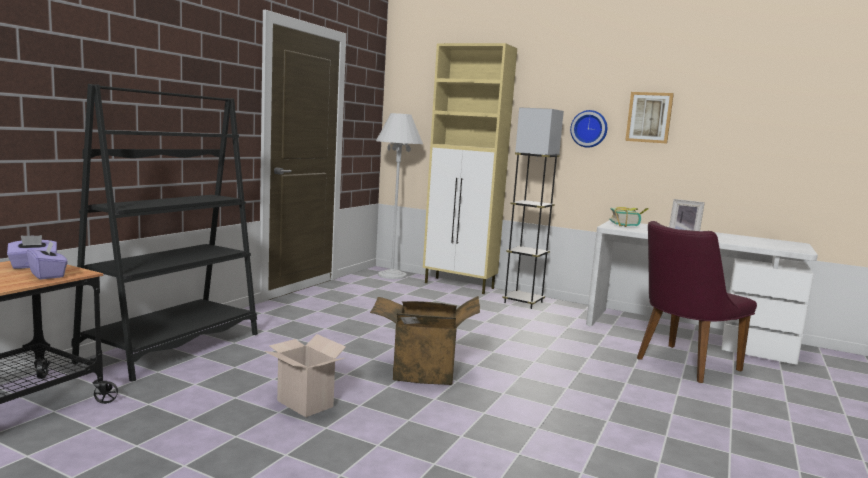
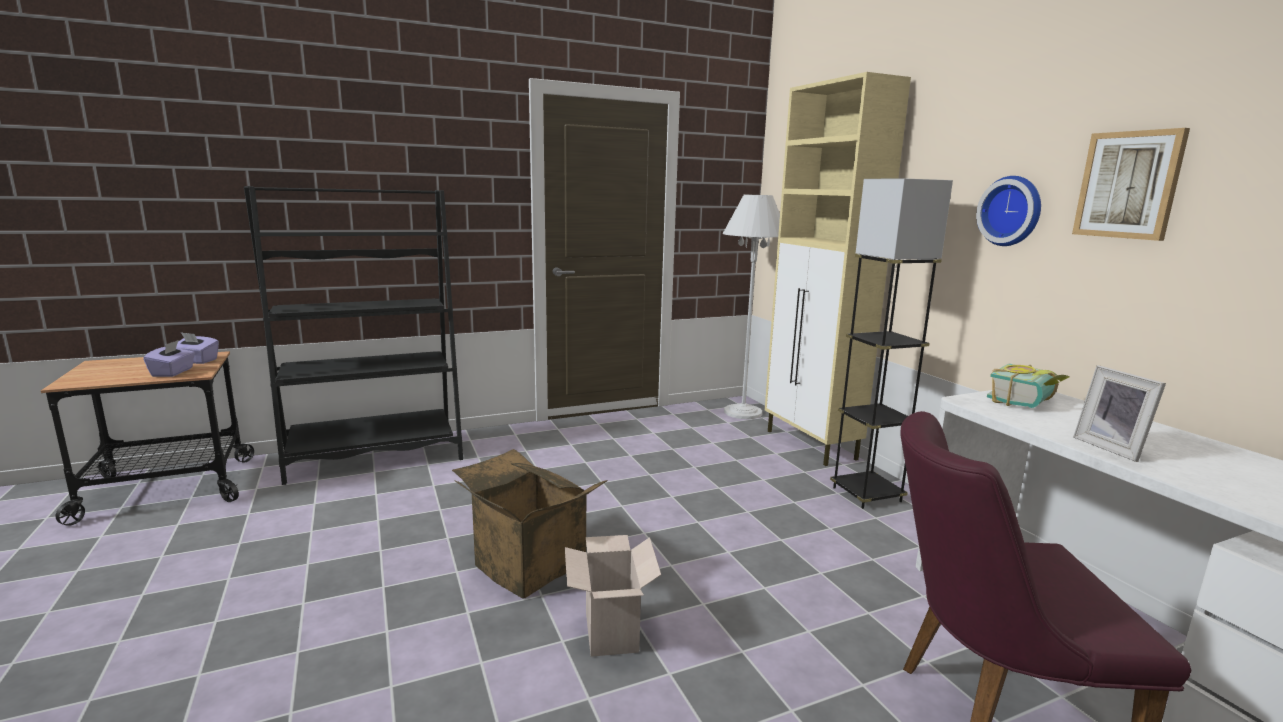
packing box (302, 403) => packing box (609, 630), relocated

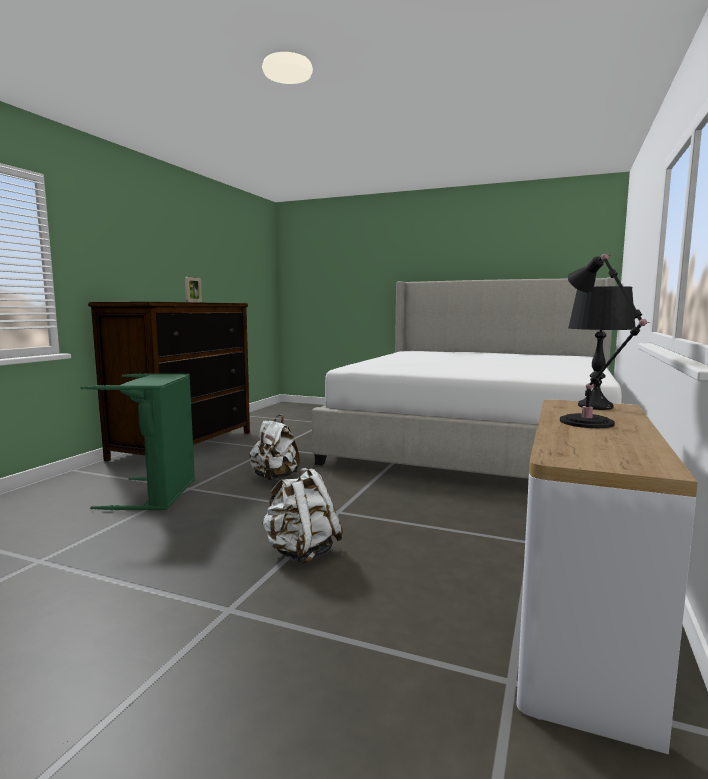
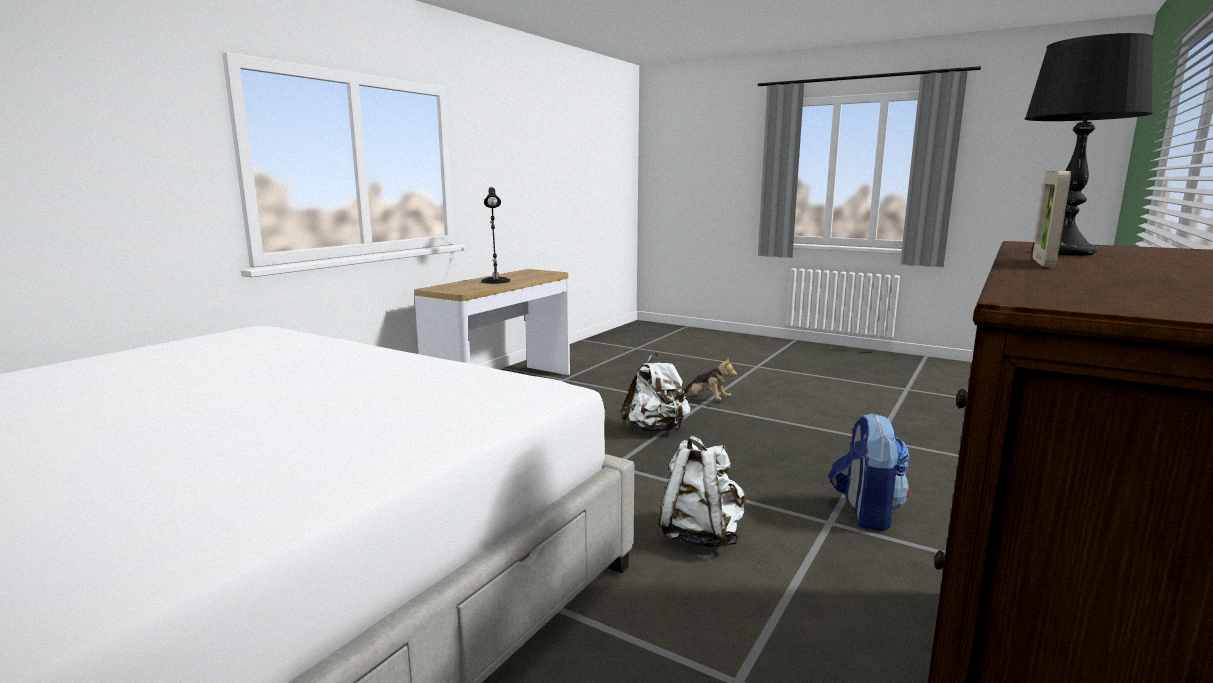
nothing => soft toy (707, 400)
green-coloured laundry basket (158, 494) => rucksack (865, 513)
black-coloured tabletop lamp (595, 407) => black-coloured tabletop lamp (1062, 252), relocated

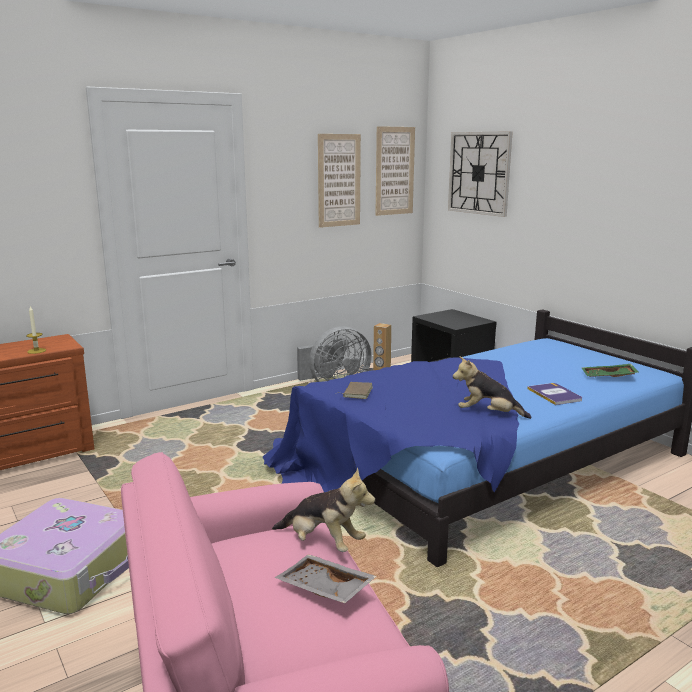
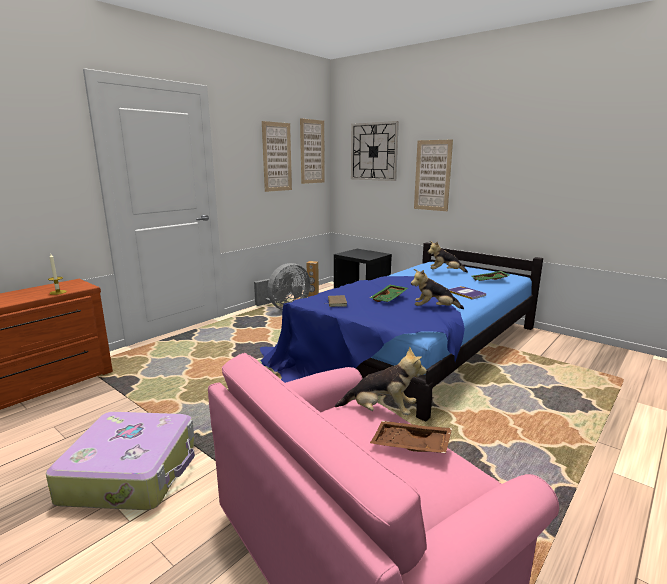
nothing => green-coloured serving tray (389, 298)
gray serving tray (324, 590) => brown serving tray (410, 446)
nothing => picture (432, 175)
nothing => soft toy (445, 272)

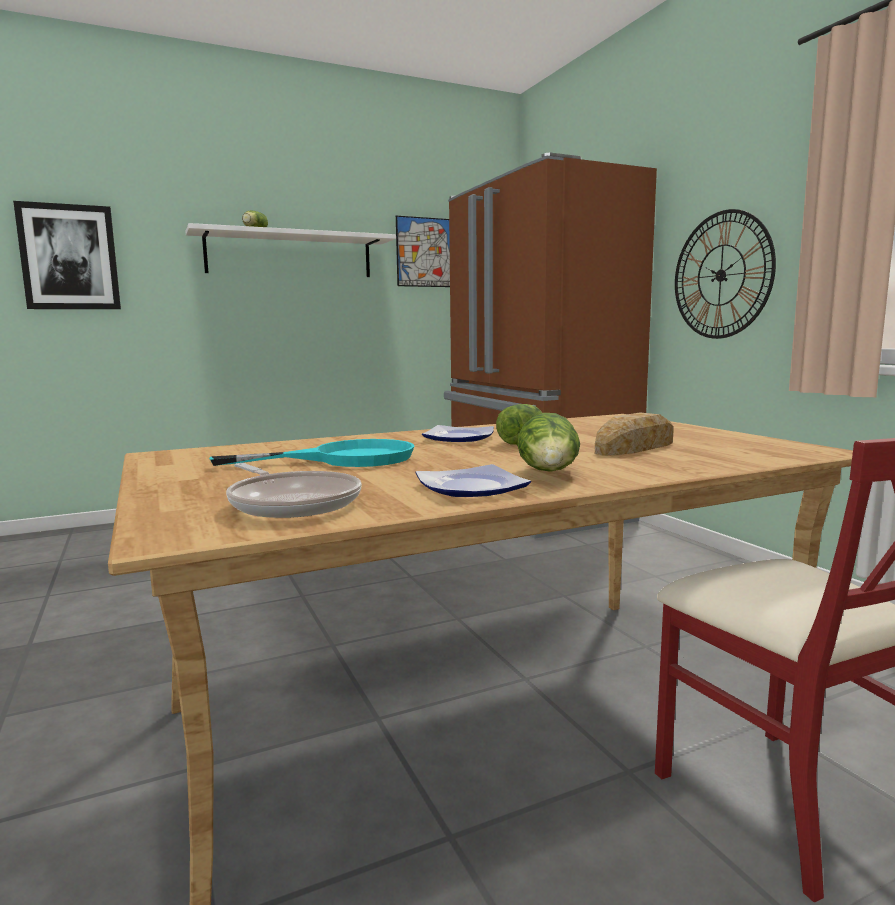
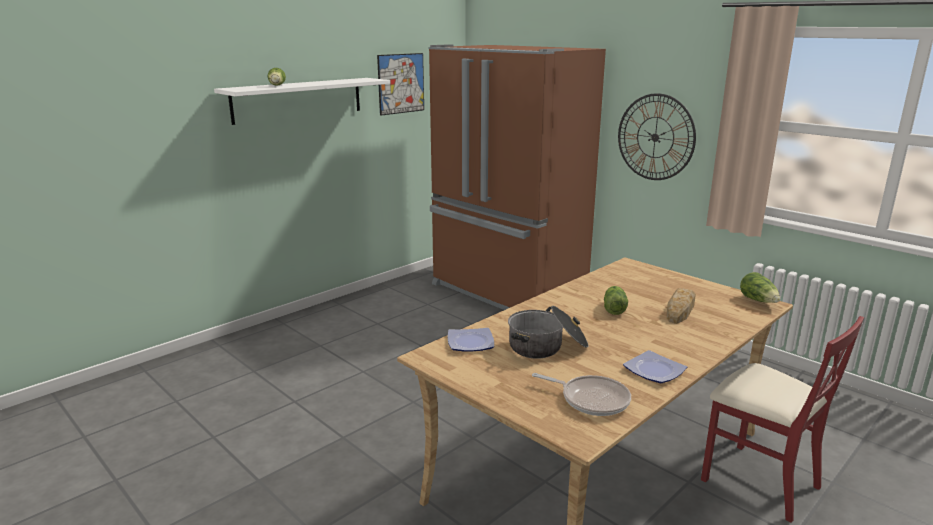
plate (460, 438) => plate (471, 342), relocated
turquoise pan (344, 459) => cooking pot (547, 346)
lettuce head (549, 474) => lettuce head (759, 301), relocated
picture (69, 257) => nothing

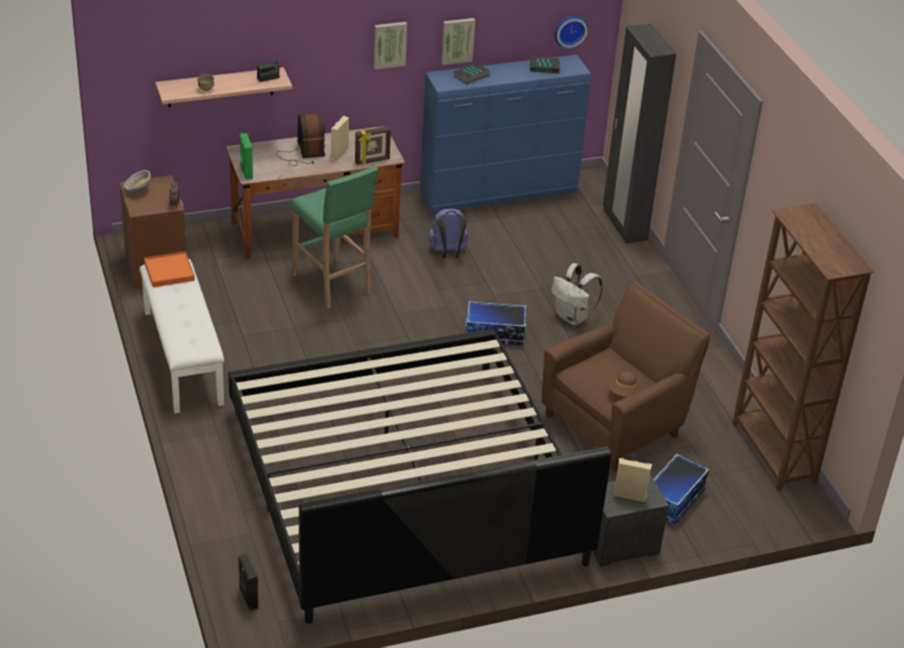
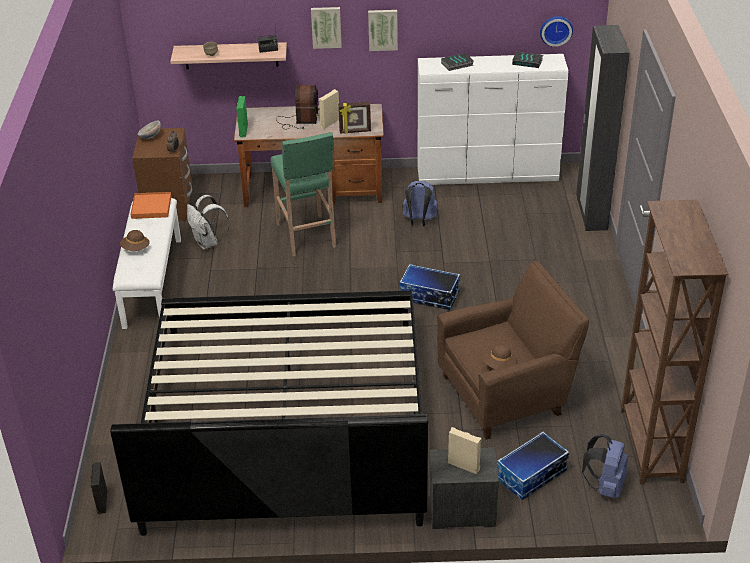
nothing => brown clothing hat (135, 248)
white-coloured rucksack (573, 317) => white-coloured rucksack (208, 243), relocated
picture (457, 40) => picture (326, 27), relocated
bluish dresser (500, 194) => white-coloured dresser (488, 176)
nothing => bluish rucksack (605, 486)

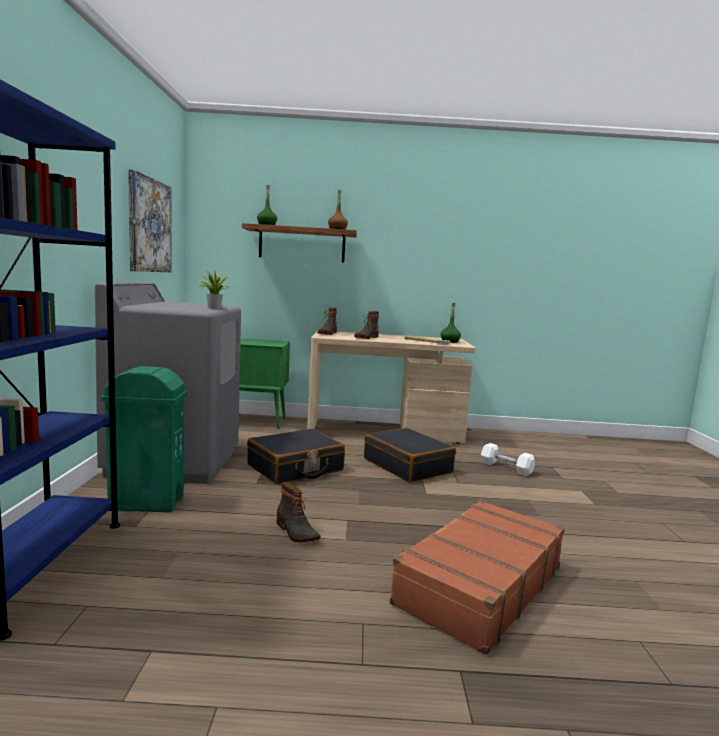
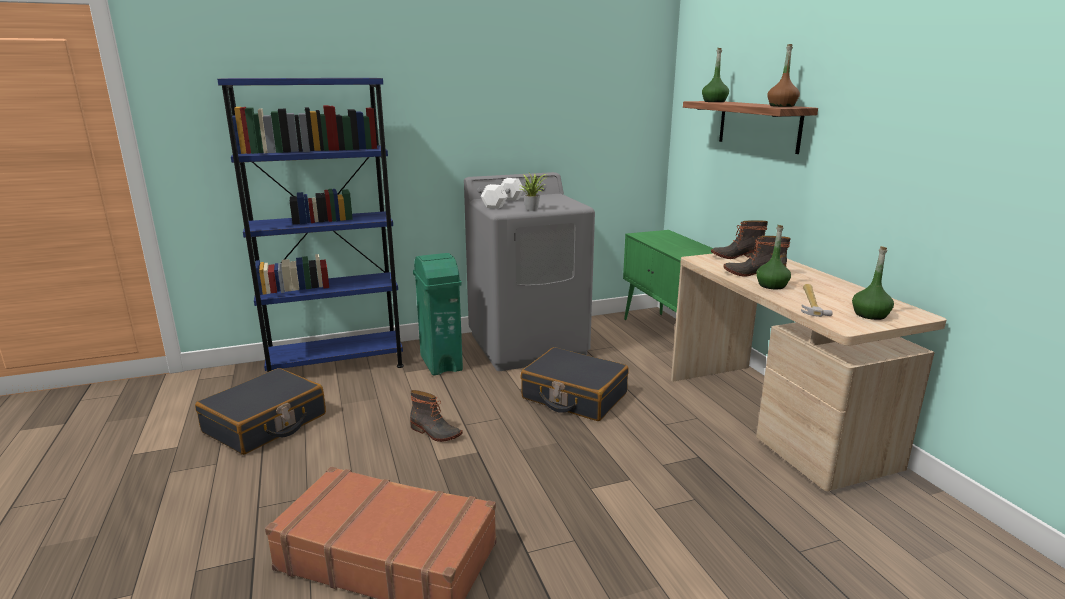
black-coloured suitcase (408, 466) => black-coloured suitcase (265, 424), relocated
high-top boot (295, 532) => high-top boot (435, 433), 90 degrees counterclockwise
white-coloured hand weight (506, 468) => white-coloured hand weight (503, 203), relocated
nothing => green-coloured bottle (772, 285)
picture (149, 225) => nothing

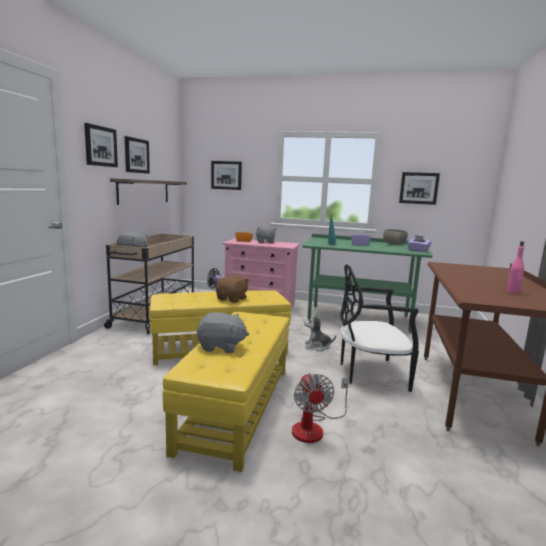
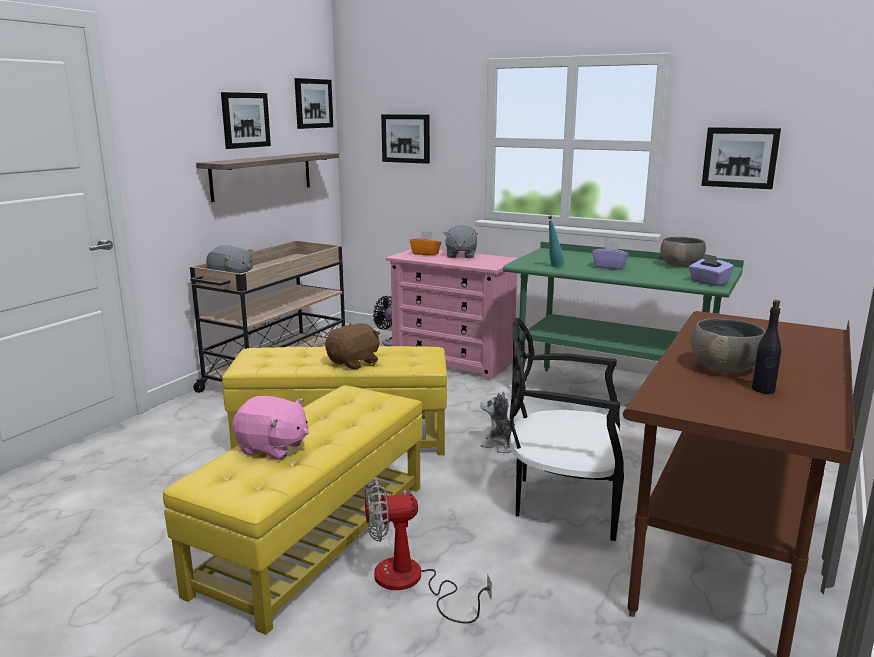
gray soft toy (221, 347) => pink-coloured soft toy (272, 448)
picture (100, 146) => picture (313, 103), relocated
fan (314, 427) => fan (411, 583), 75 degrees clockwise
nothing => gray deep dish (724, 367)
pink-coloured bottle (513, 292) => black-coloured bottle (763, 390)

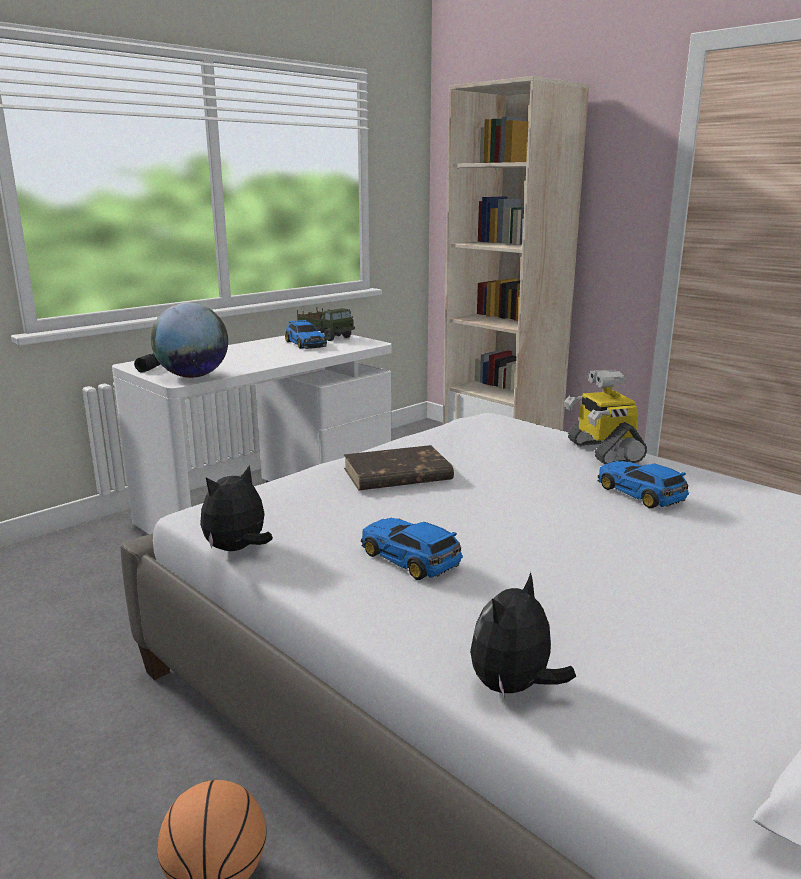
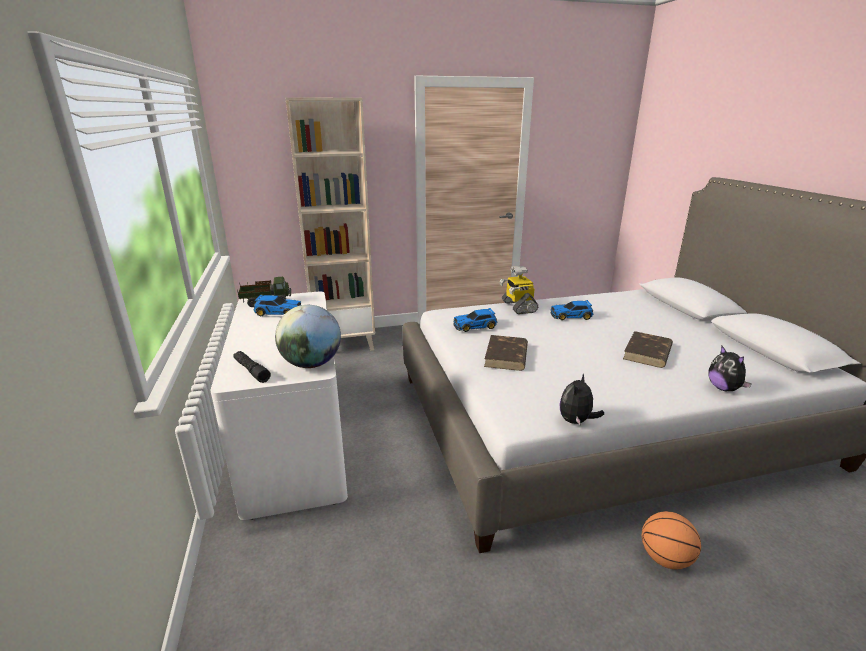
model car (411, 559) => model car (475, 326), relocated
model robot (603, 451) => model robot (518, 306), 60 degrees clockwise
soft toy (237, 549) => soft toy (576, 421), 45 degrees clockwise
nothing => brown volume (647, 353)

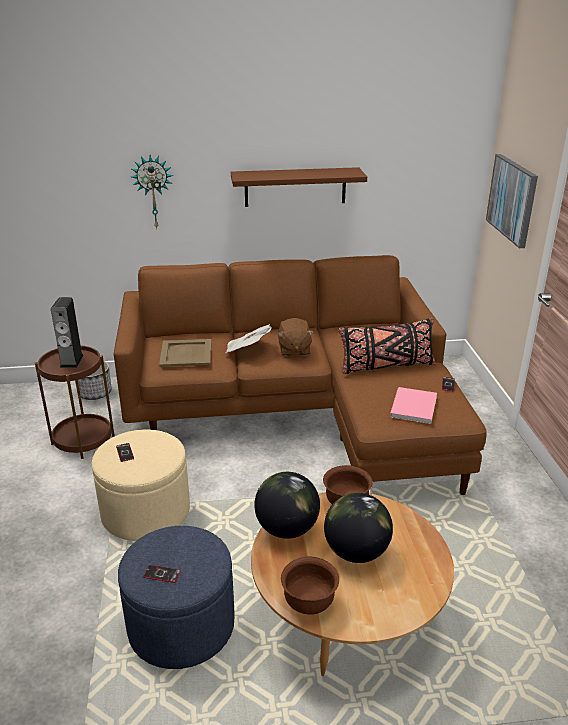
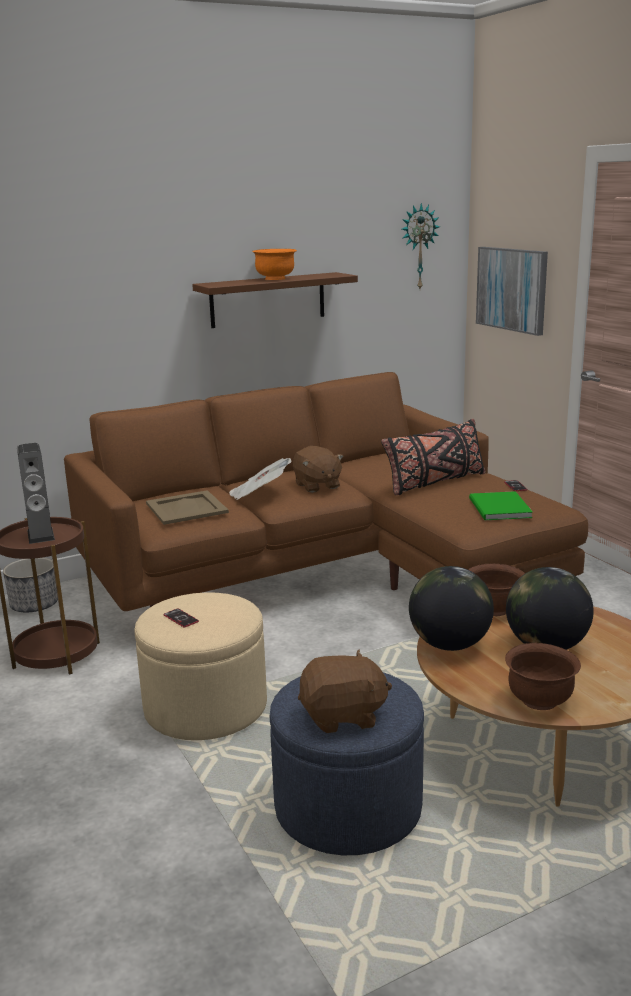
nothing => orange-coloured deep dish (275, 279)
telephone (162, 574) => brown soft toy (343, 716)
hanging clock (153, 192) => hanging clock (418, 247), relocated
pink-coloured volume (412, 407) => green-coloured volume (498, 509)

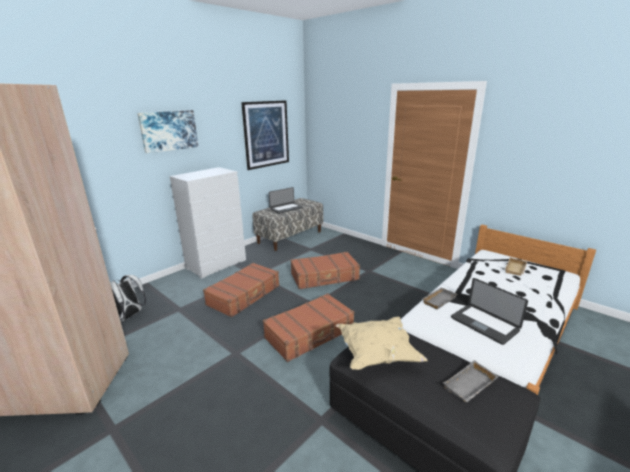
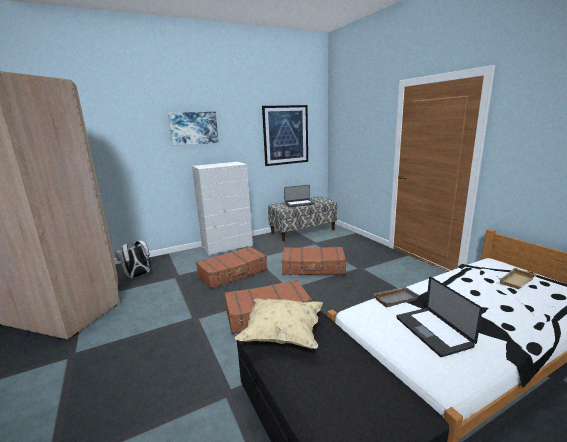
gray serving tray (470, 386) => nothing

